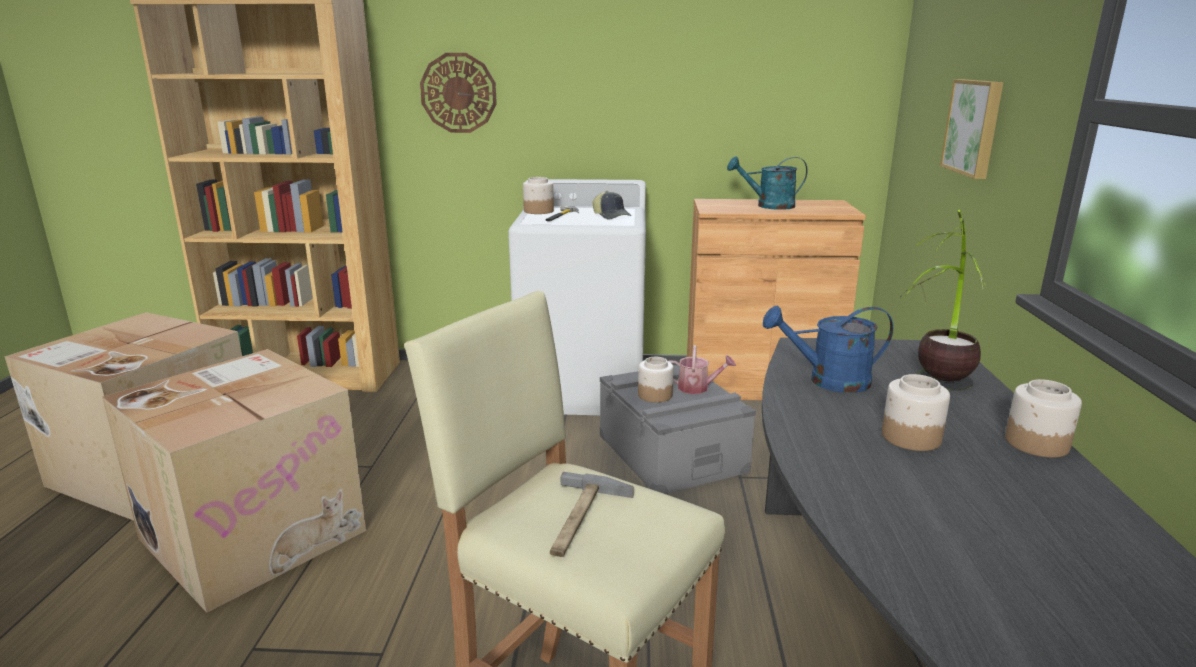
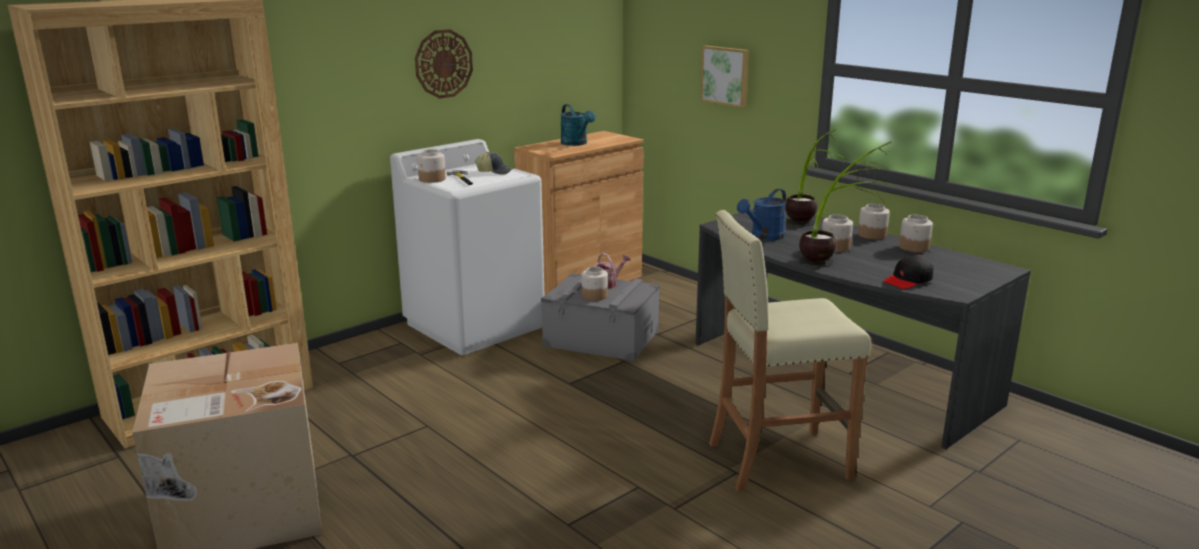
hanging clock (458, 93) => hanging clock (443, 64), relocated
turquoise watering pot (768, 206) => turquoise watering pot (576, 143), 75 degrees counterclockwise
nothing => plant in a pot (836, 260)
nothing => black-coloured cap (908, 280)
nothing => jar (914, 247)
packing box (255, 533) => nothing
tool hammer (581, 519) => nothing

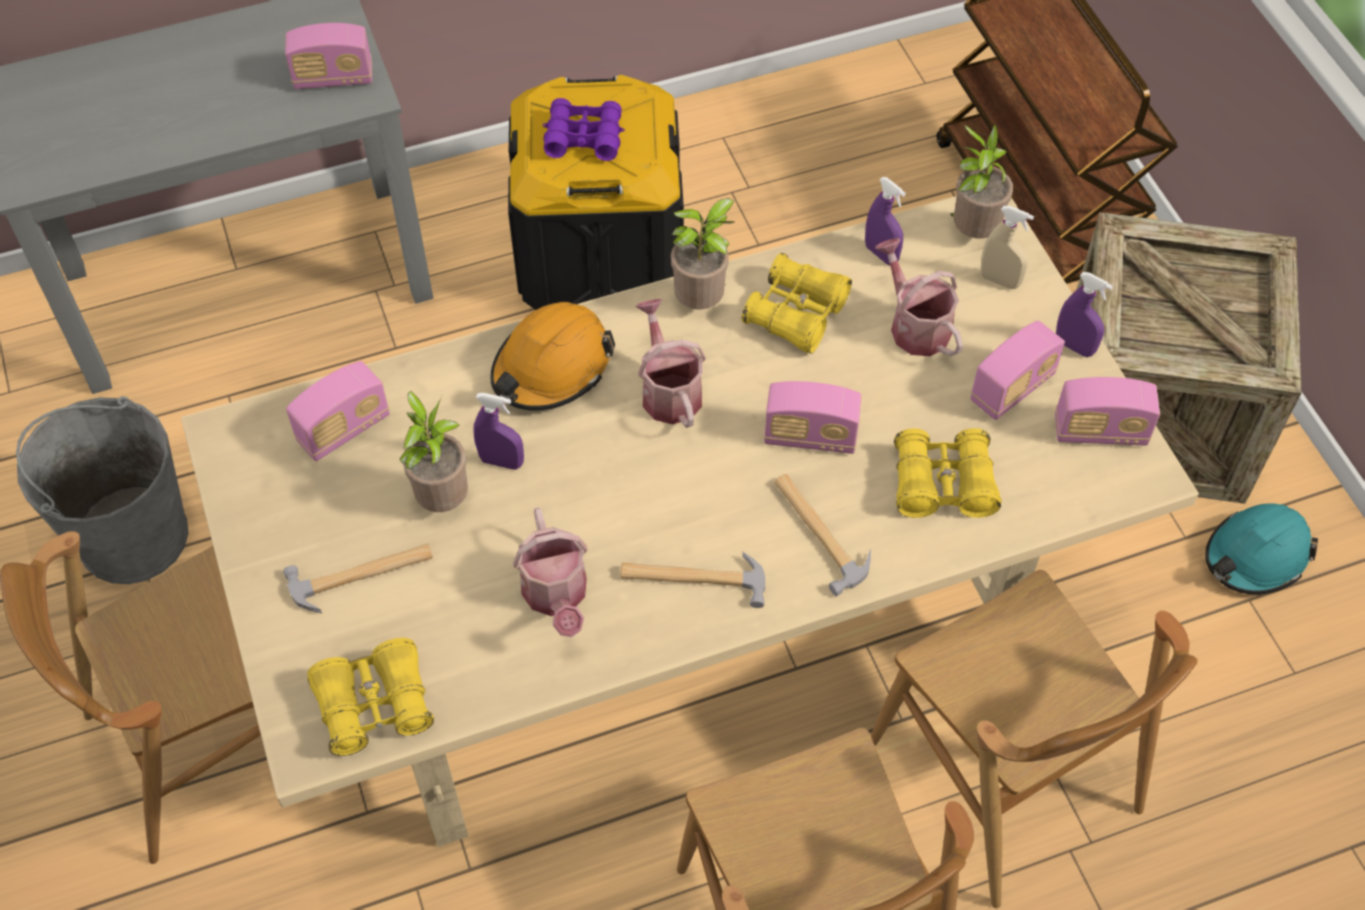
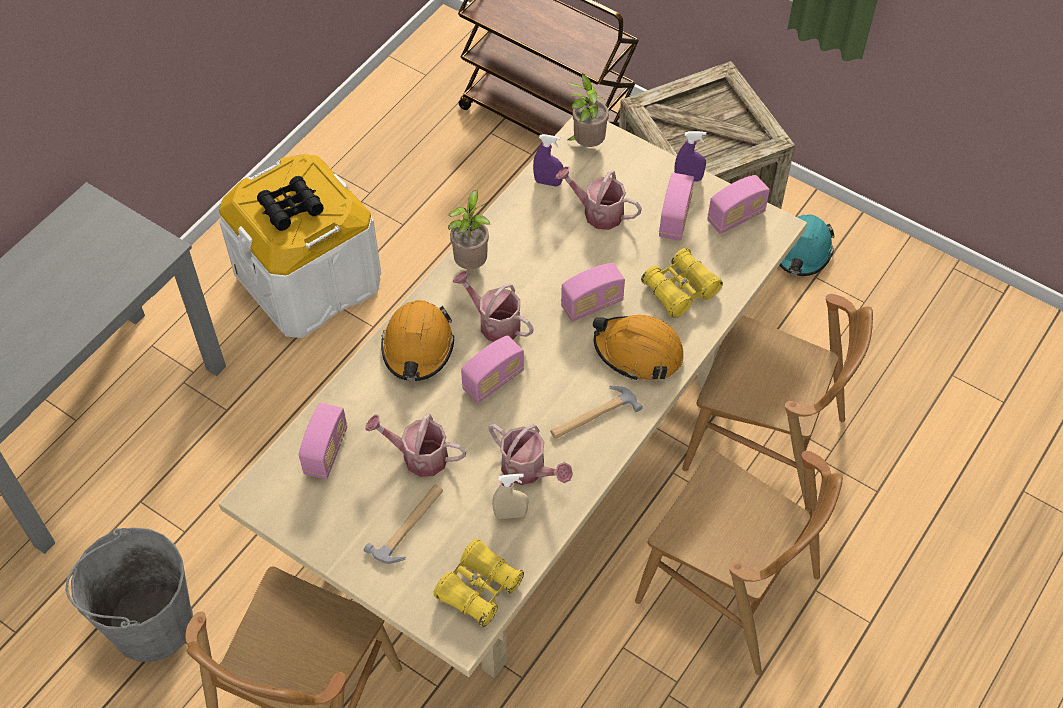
black-coloured storage bin (600, 251) => white-coloured storage bin (309, 280)
purplish field glasses (583, 137) => black-coloured field glasses (290, 208)
plant in a pot (442, 499) => watering pot (418, 456)
radio (333, 78) => radio (493, 381), relocated
beige-coloured hand sprayer (999, 280) => beige-coloured hand sprayer (510, 514), relocated
tool hammer (819, 532) => orange-coloured work helmet (638, 352)
purplish hand sprayer (501, 462) => nothing
yellow-coloured field glasses (796, 314) => nothing

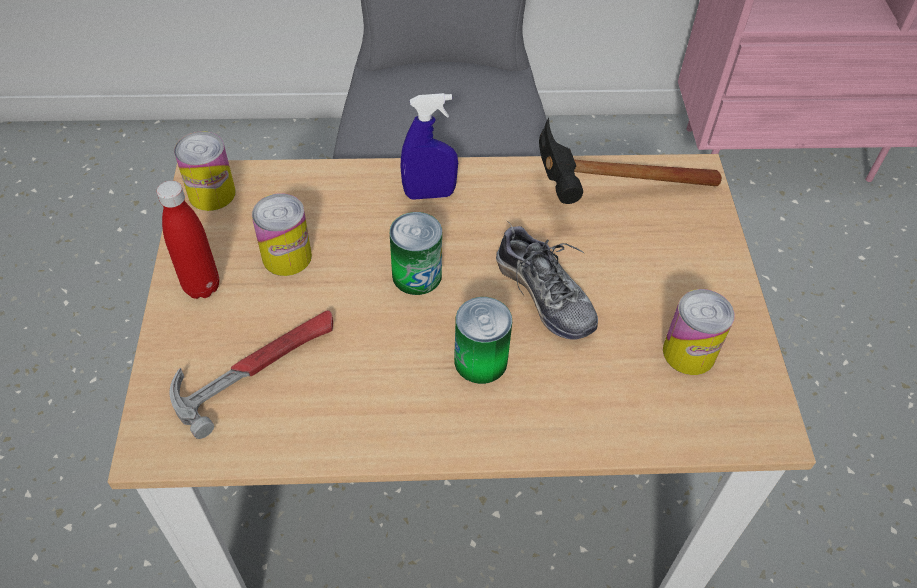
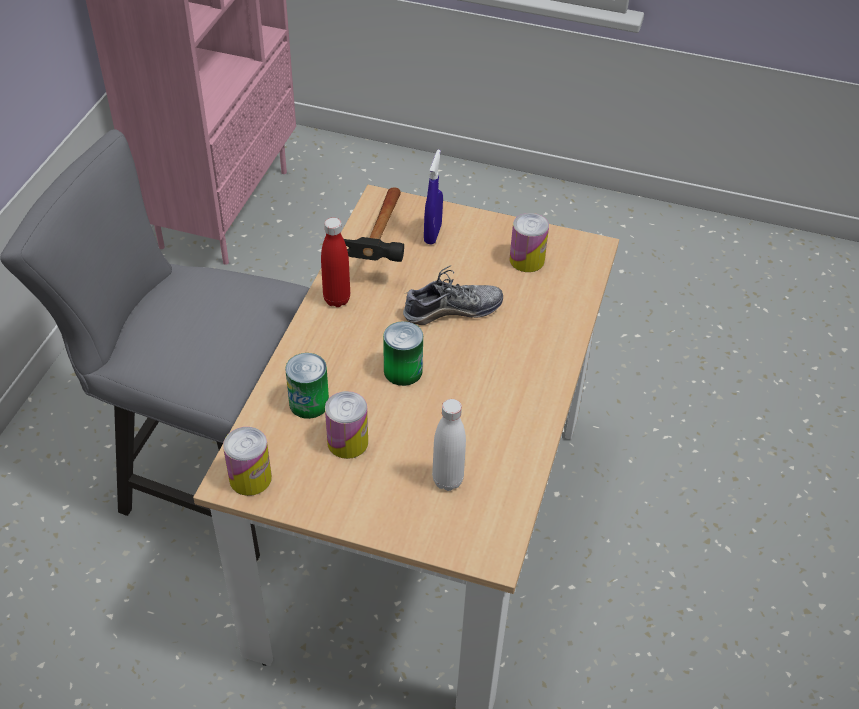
sealed can (480, 361) => sealed can (309, 403), relocated
red bottle (202, 287) => red bottle (337, 299), relocated
bluish hand sprayer (429, 194) => bluish hand sprayer (432, 234), relocated
tool hammer (257, 366) => white-coloured bottle (447, 480)

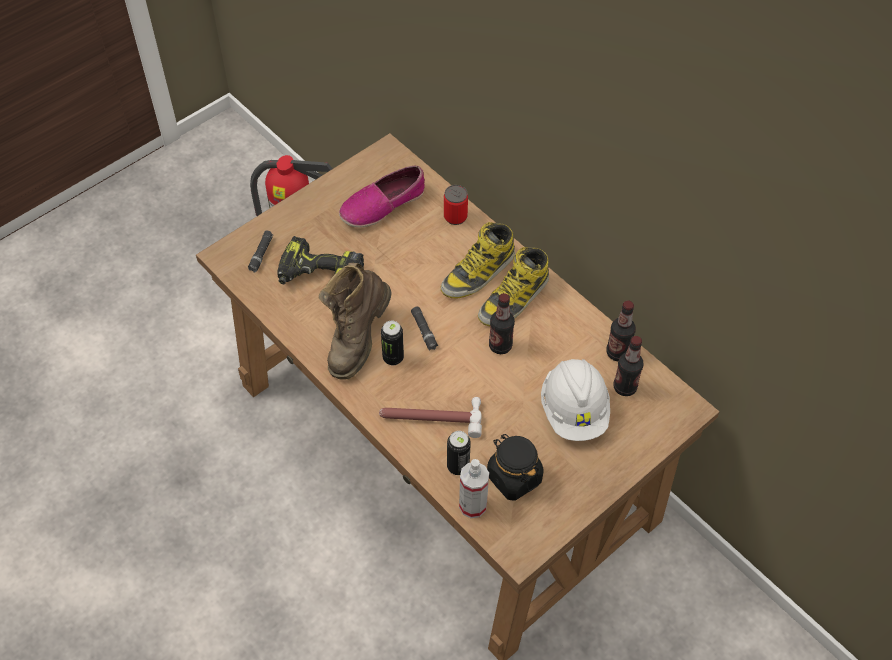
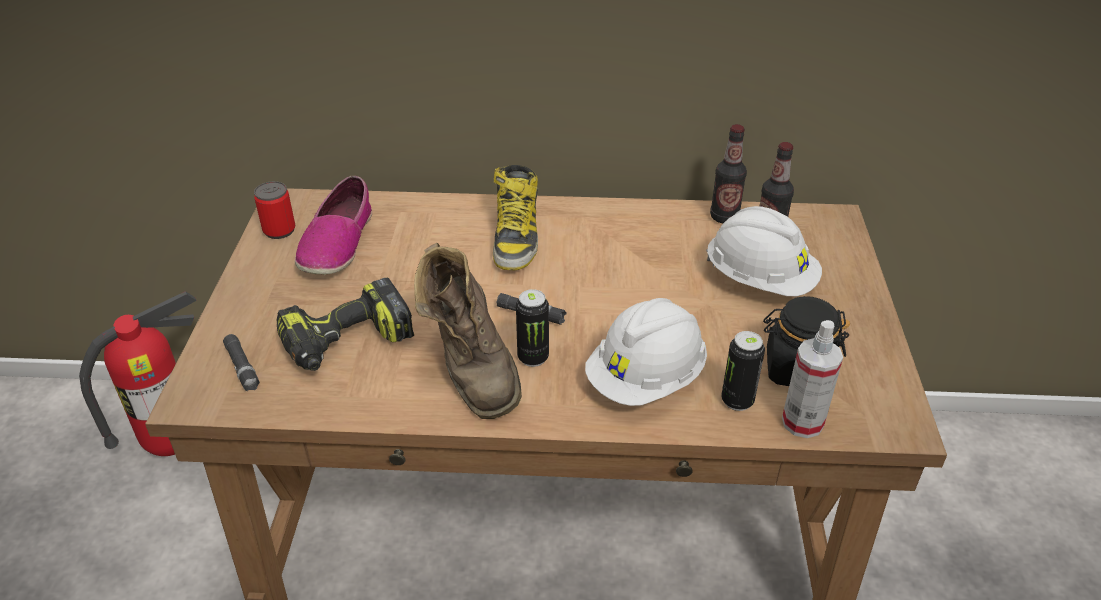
sealed can (455, 217) => sealed can (279, 230), relocated
tool hammer (430, 417) => white-coloured work helmet (646, 379)
high-top boot (514, 299) => nothing
bottle (500, 346) => nothing

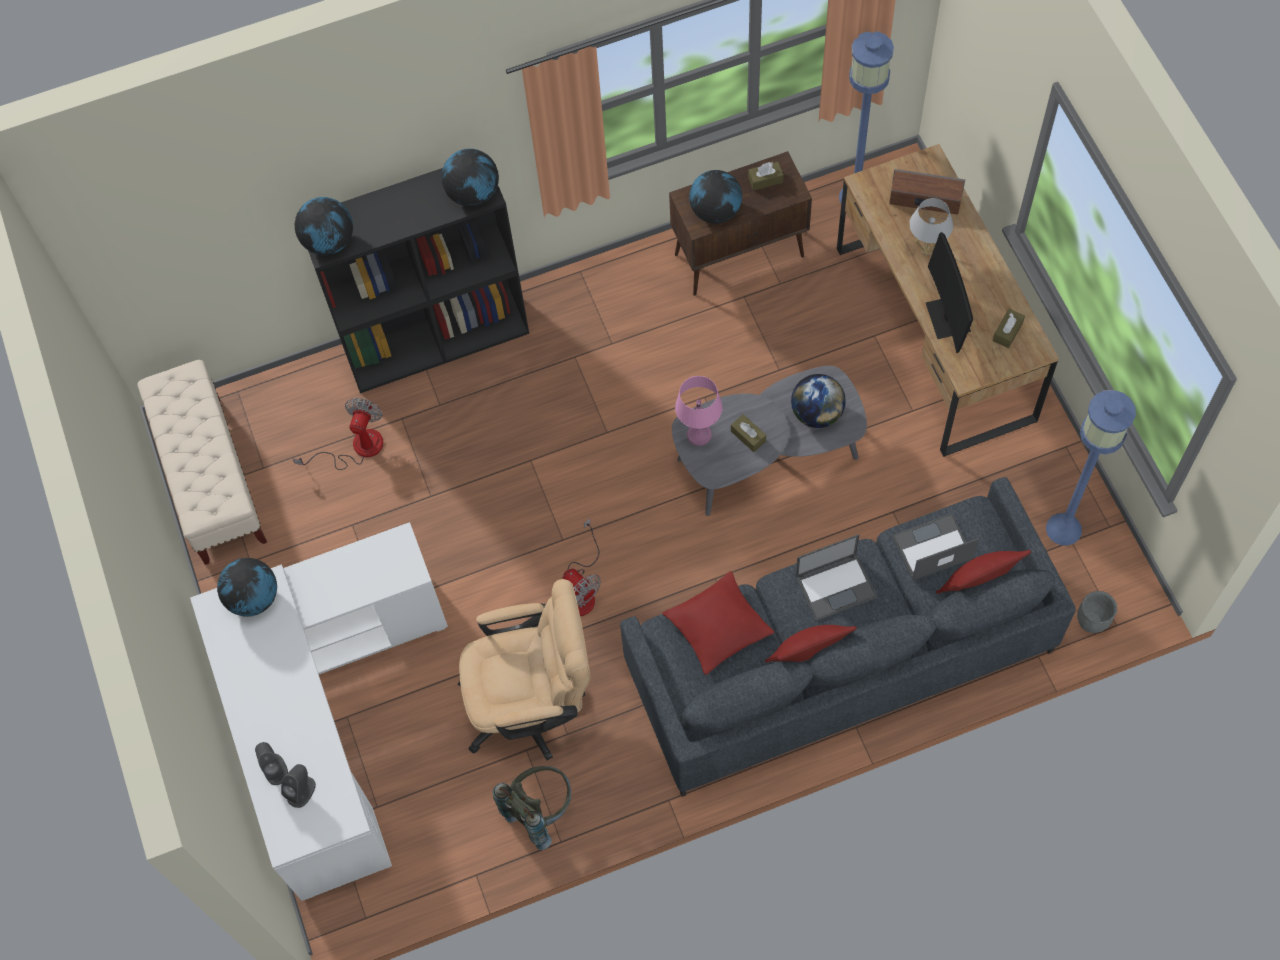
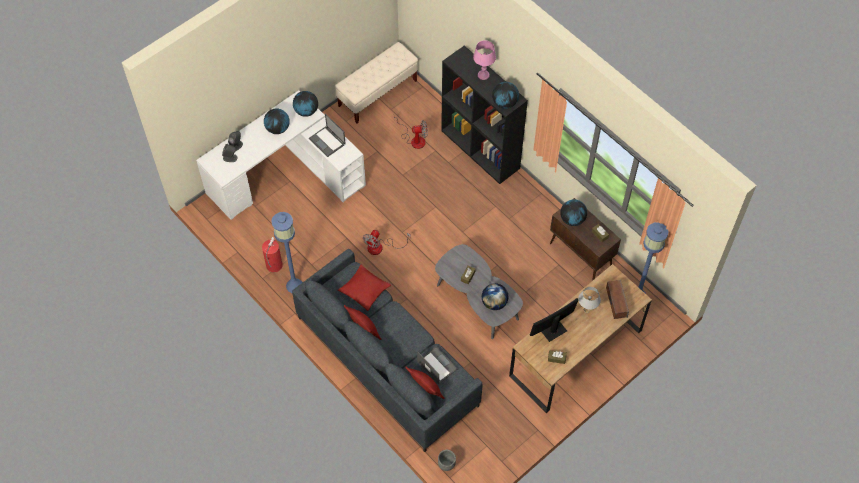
gray rucksack (540, 810) => fire extinguisher (273, 265)
desk globe (329, 241) => desk globe (278, 129), relocated
bluish standing lamp (1063, 529) => bluish standing lamp (294, 285), relocated
laptop (836, 586) => laptop (327, 141), relocated
pink-coloured tabletop lamp (699, 435) => pink-coloured tabletop lamp (483, 75), relocated
beige-coloured office chair (533, 704) => nothing

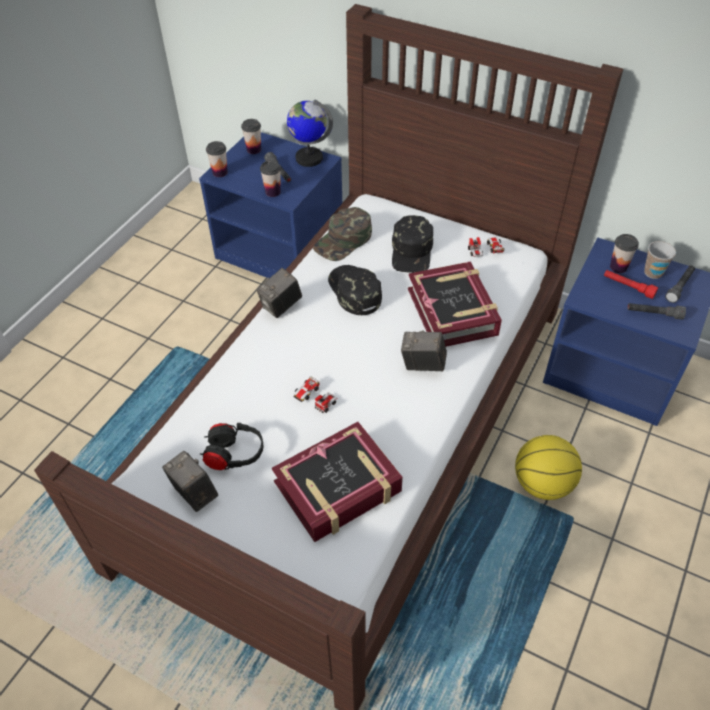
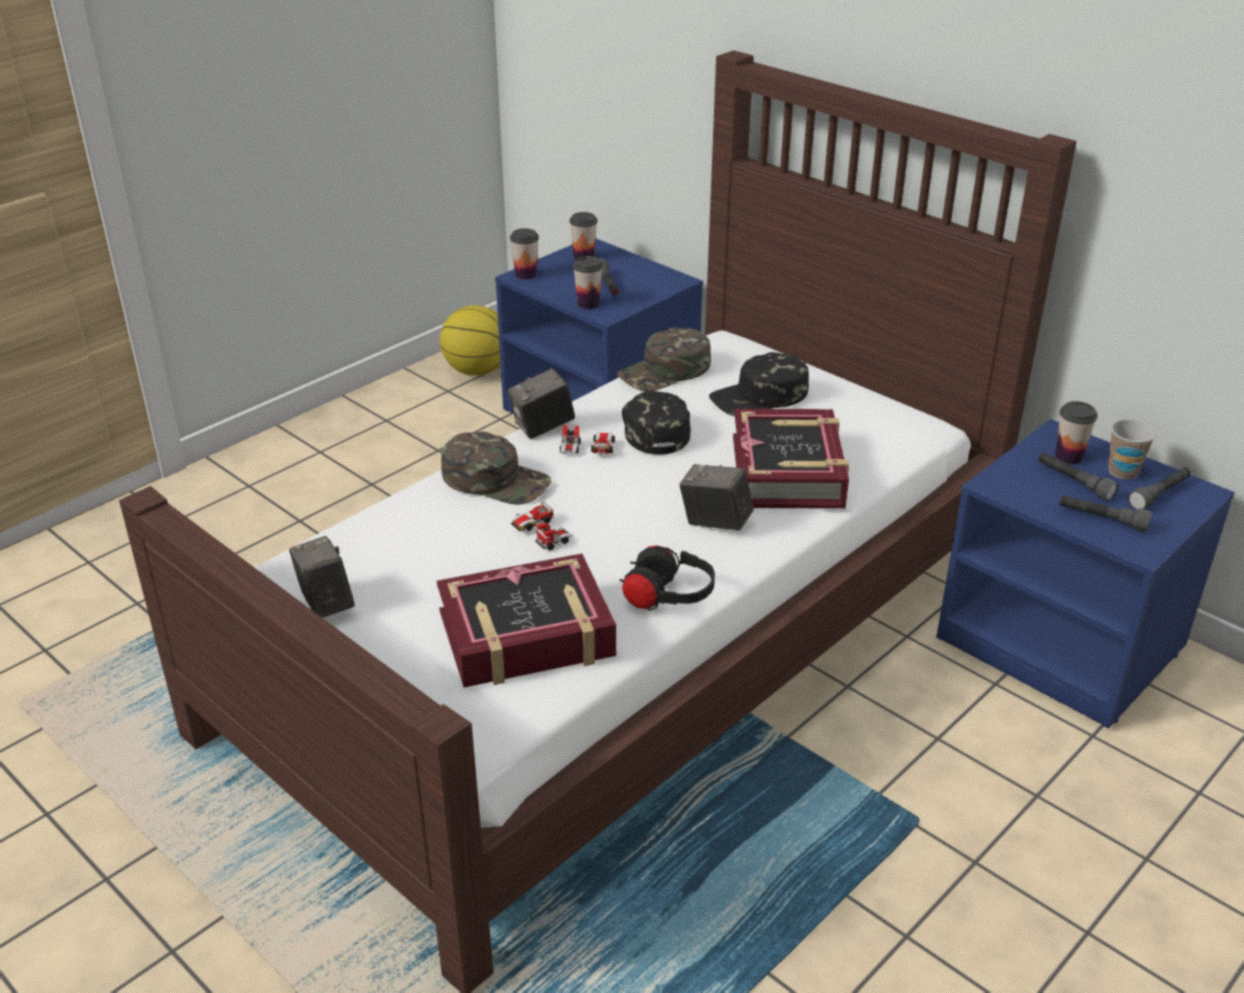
basketball ball (542, 483) => basketball ball (476, 371), relocated
nothing => green-coloured cap (496, 480)
model car (485, 250) => model car (587, 448), relocated
black-coloured pair of headphones (234, 455) => black-coloured pair of headphones (668, 599), relocated
black-coloured cap (412, 251) => black-coloured cap (759, 397), 45 degrees clockwise
red flashlight (628, 287) => gray flashlight (1073, 482)
desk globe (309, 158) => nothing

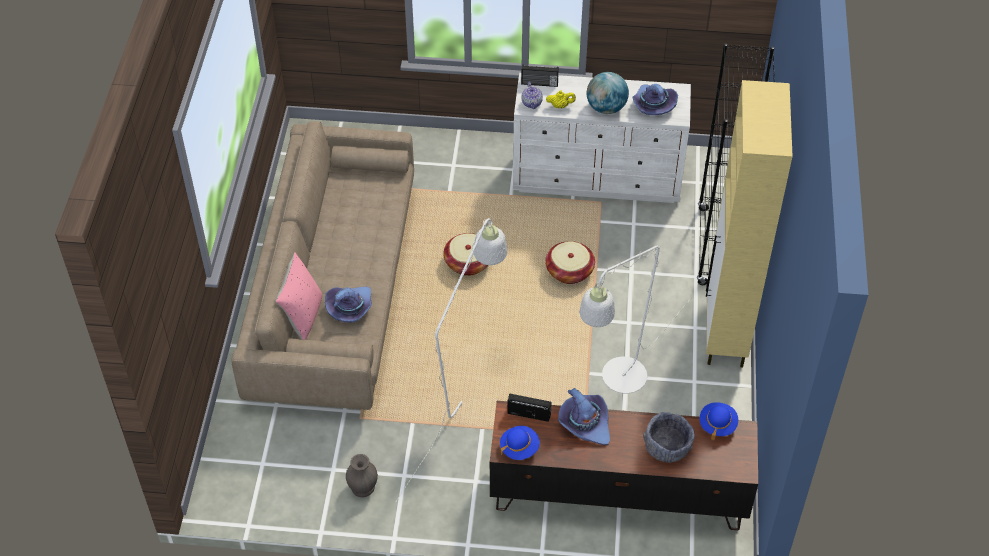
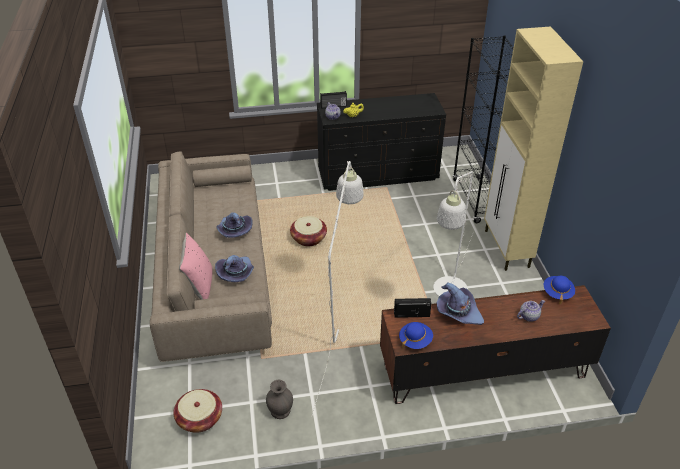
storage basket (569, 271) => storage basket (199, 418), relocated
purplish clothing hat (652, 105) => purplish clothing hat (234, 230), relocated
white-coloured dresser (598, 177) => black-coloured dresser (378, 174)
gray deep dish (667, 447) => teapot (529, 316)
desk globe (606, 108) => nothing

